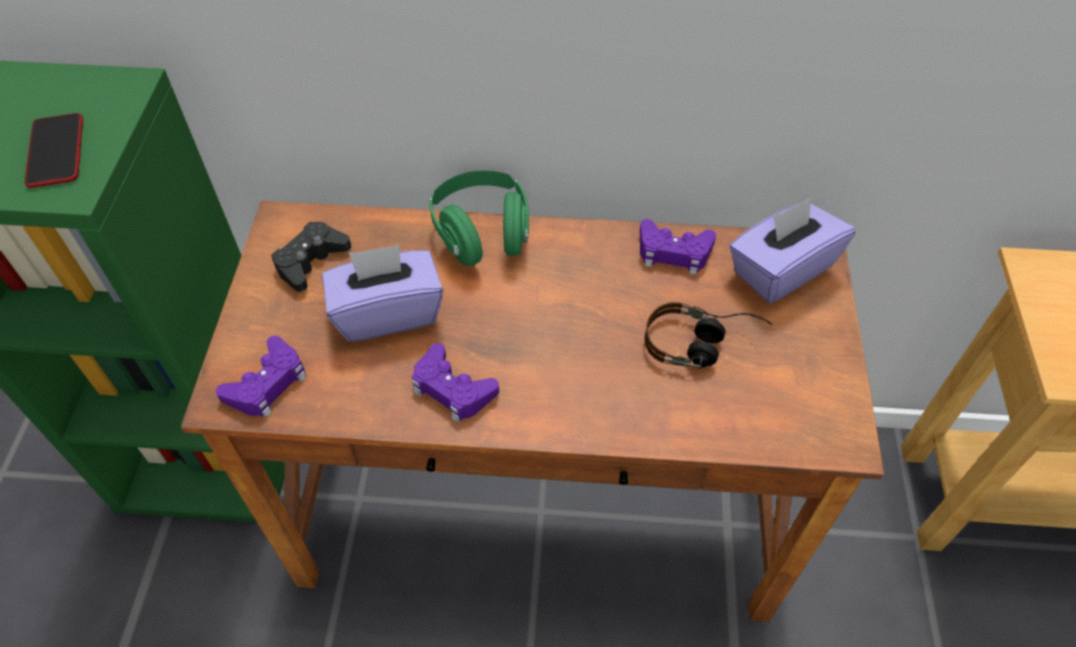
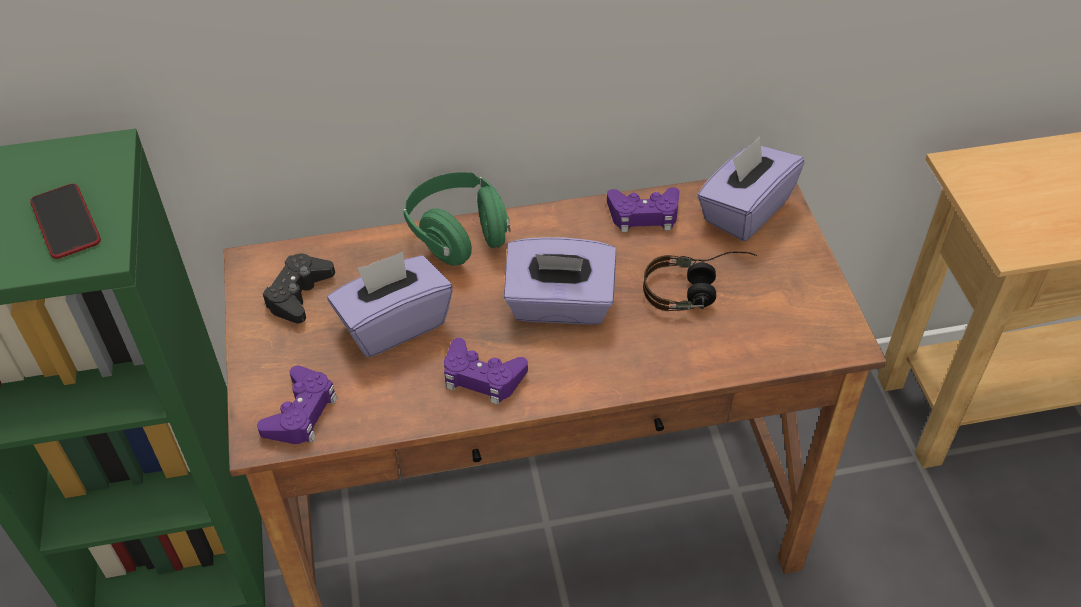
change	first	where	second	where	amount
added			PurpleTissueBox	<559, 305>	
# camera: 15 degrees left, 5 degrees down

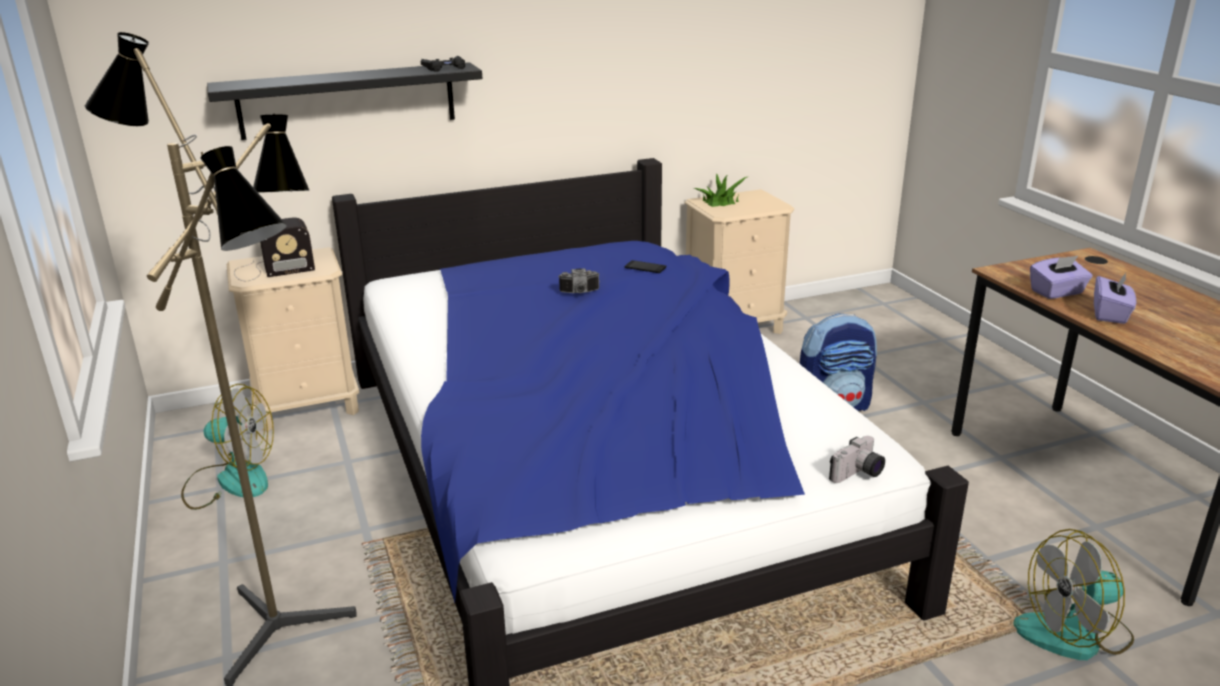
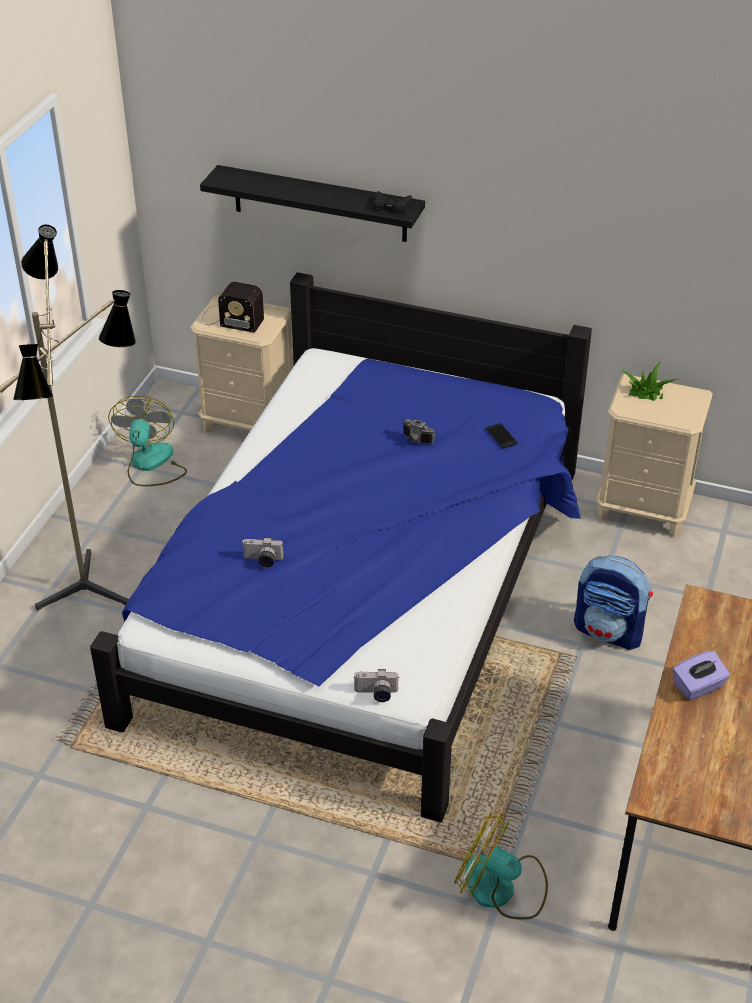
change	first	where	second	where	amount
turned	Fan	<230, 481>		<150, 465>	135 degrees counterclockwise
added			PhotoCamera	<262, 560>	
removed	PurpleTissueBox	<1057, 292>			
# camera: 40 degrees right, 15 degrees up

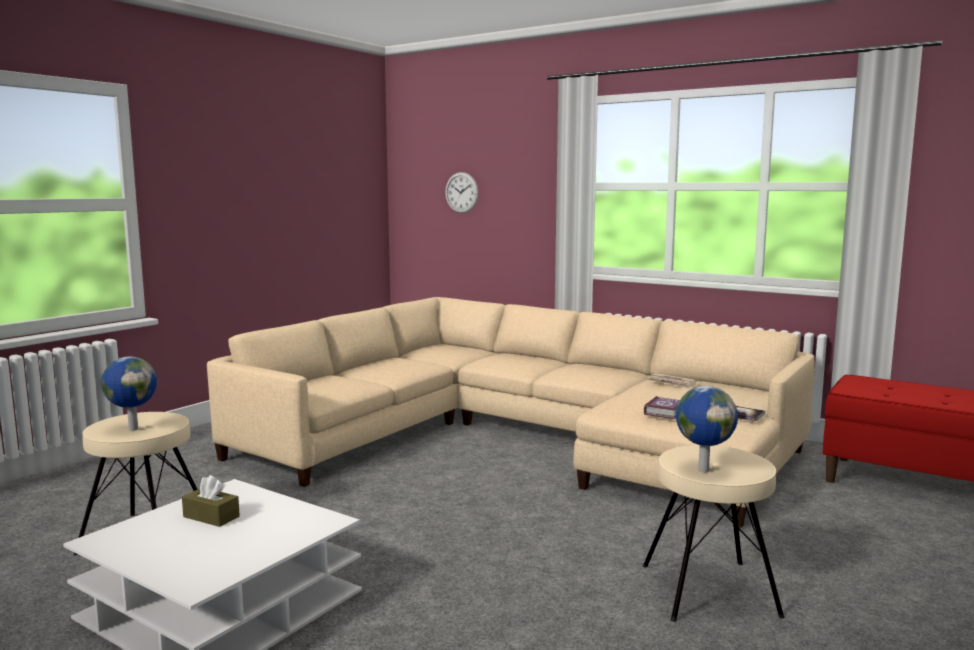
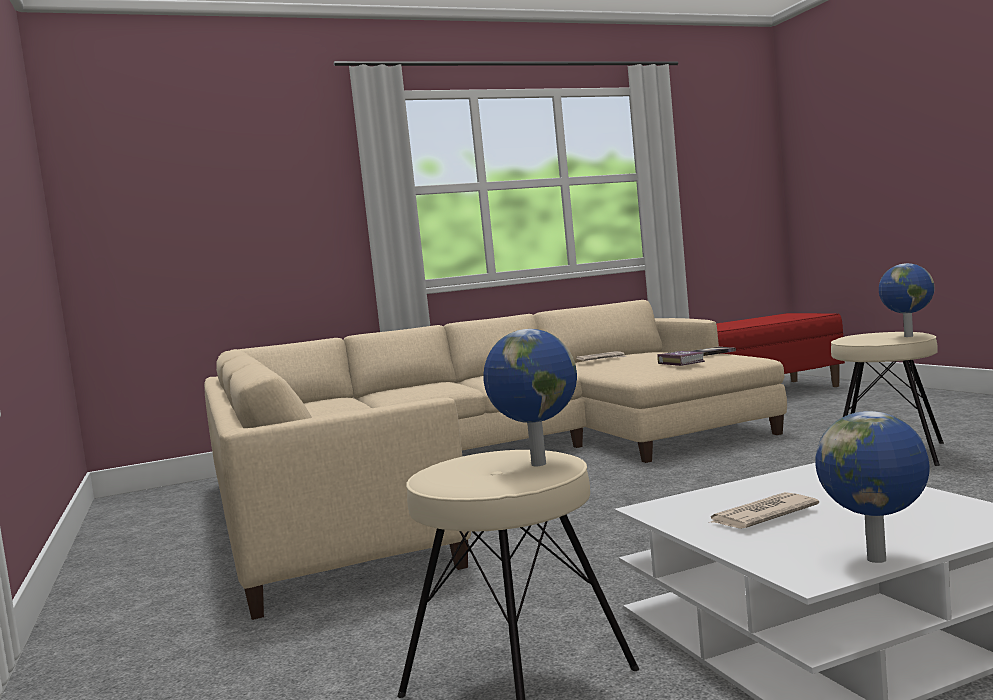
change	first	where	second	where	amount
replaced	BrownTissueBox	<211, 517>	Newspaper	<761, 516>	
added			Globe	<879, 560>	
removed	WallClock	<461, 192>			
# camera: 55 degrees left, 5 degrees down

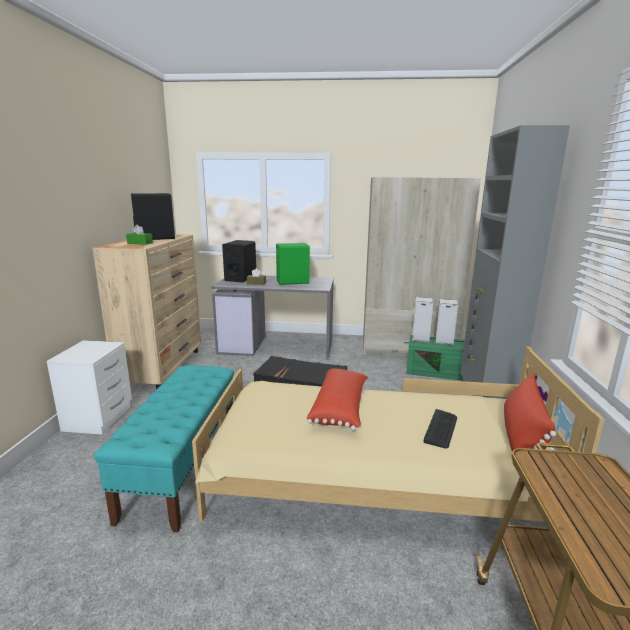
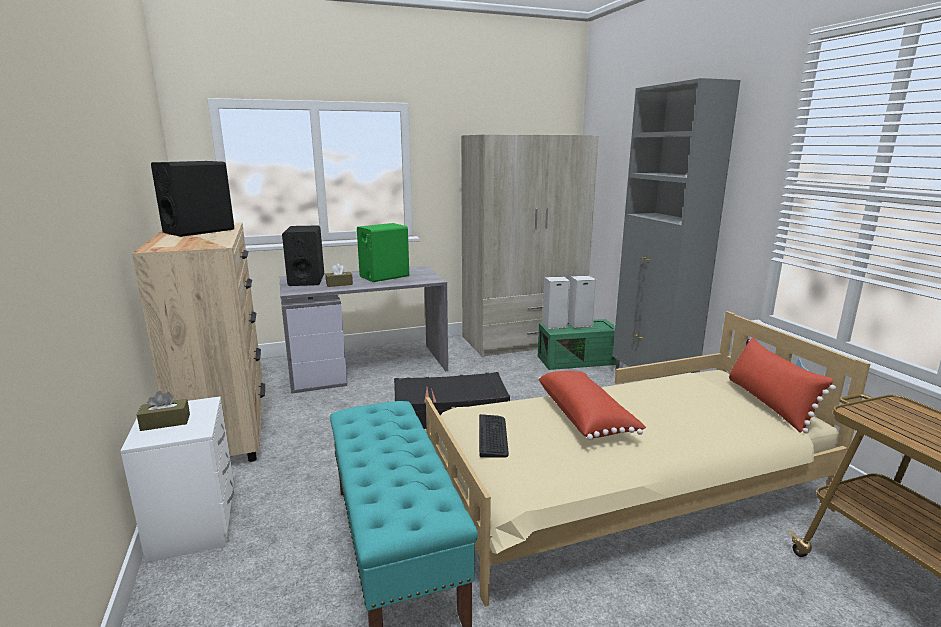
change	first	where	second	where	amount
added			BrownTissueBox	<165, 422>	
moved	Keyboard	<441, 429>		<493, 436>	
removed	GreenTissueBox	<140, 243>			
# camera: 25 degrees left, 0 degrees up

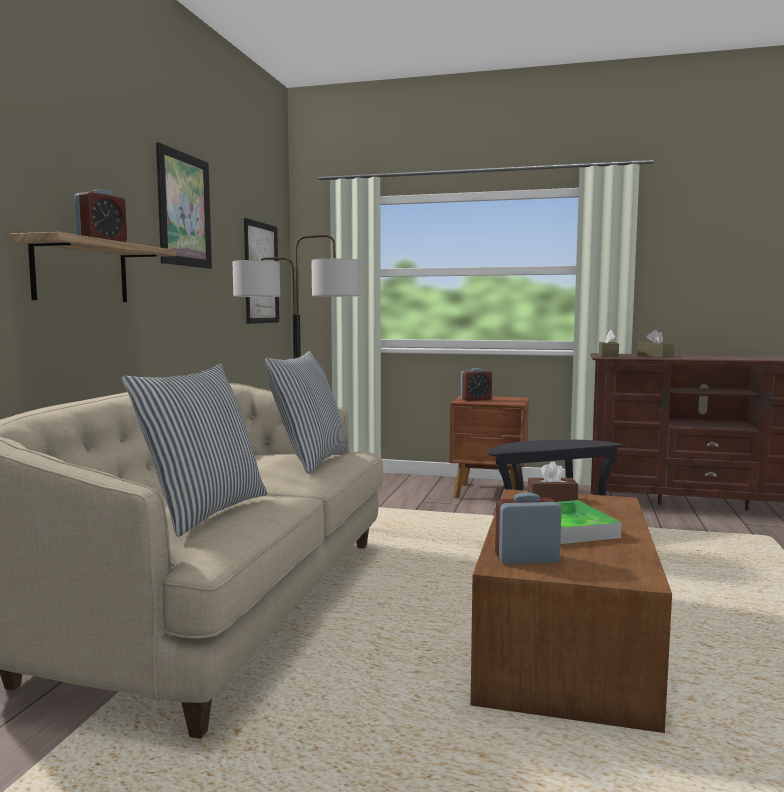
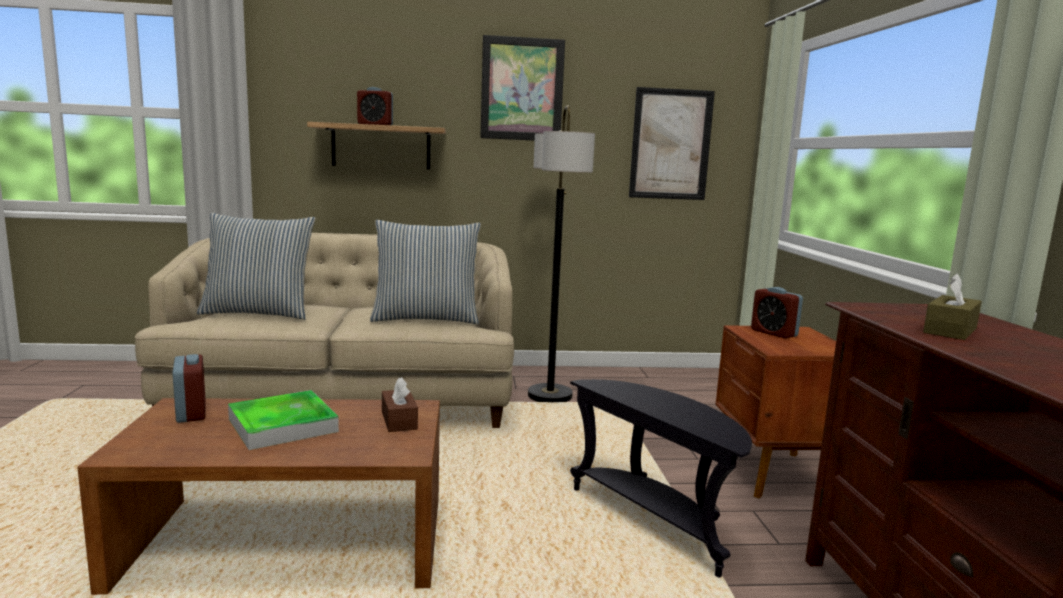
change	first	where	second	where	amount
removed	BrownTissueBox	<608, 356>			
# camera: 70 degrees right, 5 degrees up

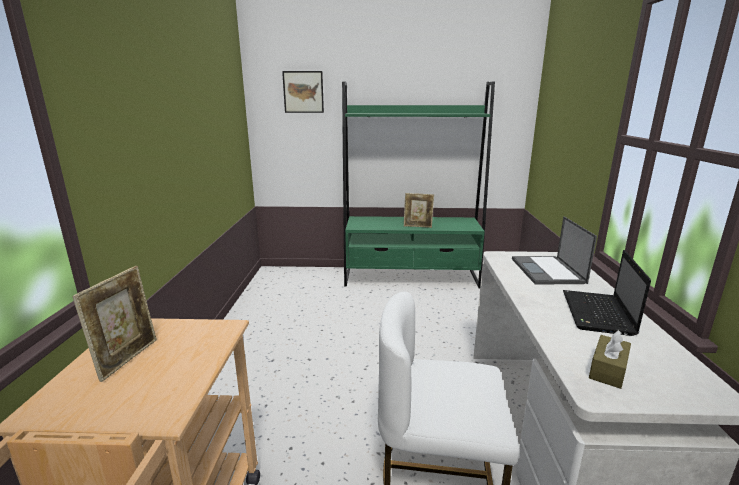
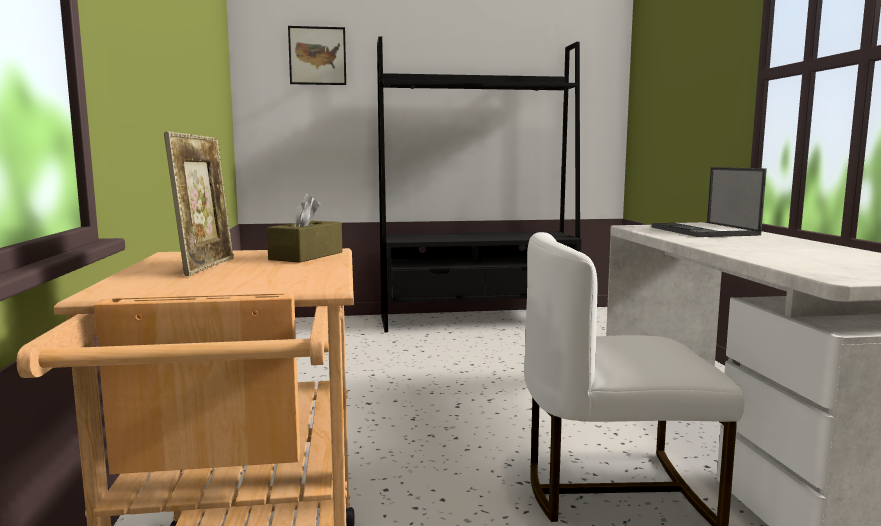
change	first	where	second	where	amount
moved	BrownTissueBox	<608, 370>		<306, 256>	
recoloured	GreenBookcase	<411, 278>	BlackBookcase	<479, 320>	
removed	PictureFrame	<418, 226>			
removed	Laptop	<598, 314>			
# camera: 10 degrees left, 10 degrees down

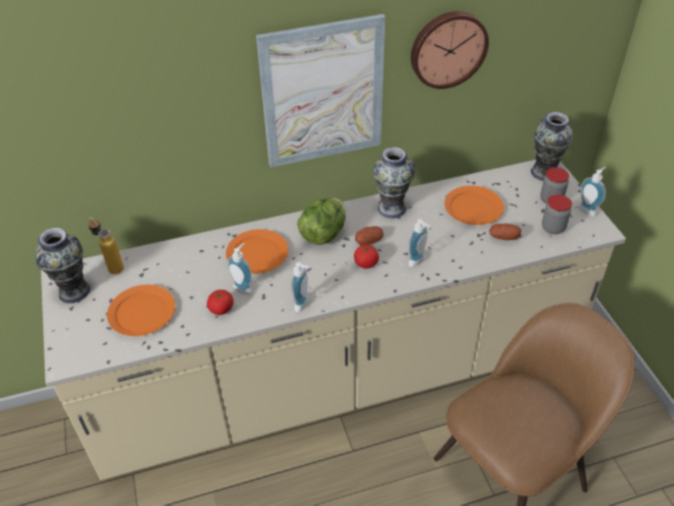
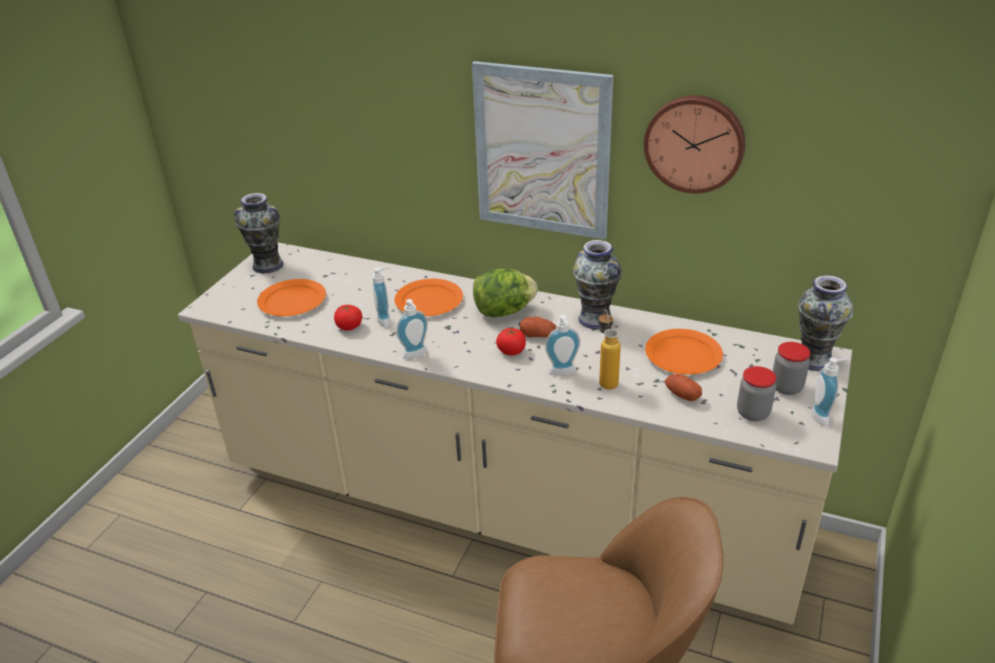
change	first	where	second	where	amount
moved	Bottle	<112, 266>		<606, 379>	
# camera: 40 degrees right, 10 degrees down

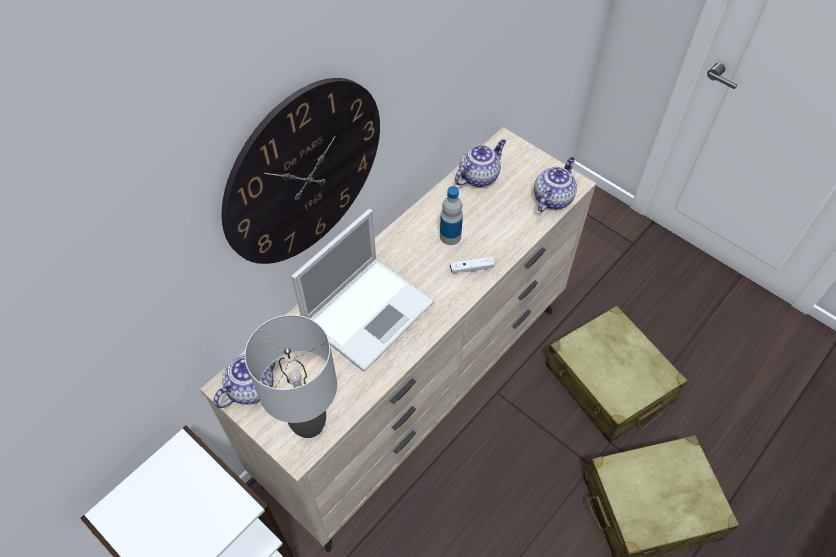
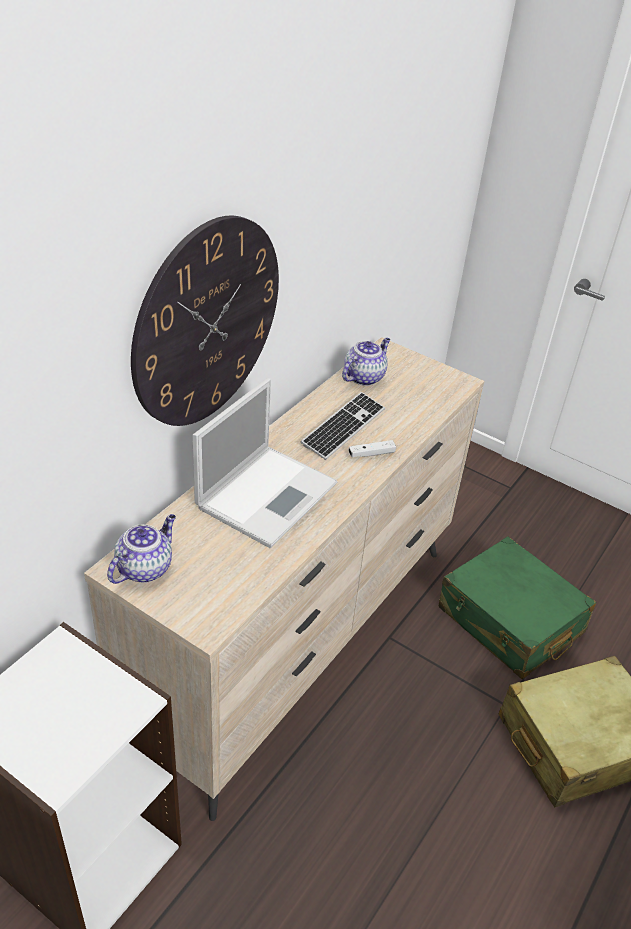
change	first	where	second	where	amount
replaced	Bottle	<450, 236>	Keyboard	<343, 427>	
recoloured	BeigeSuitcase	<609, 383>	GreenSuitcase	<510, 621>	
removed	GreyTableLamp	<308, 425>			
removed	Teapot	<552, 198>			
# camera: 10 degrees left, 15 degrees down

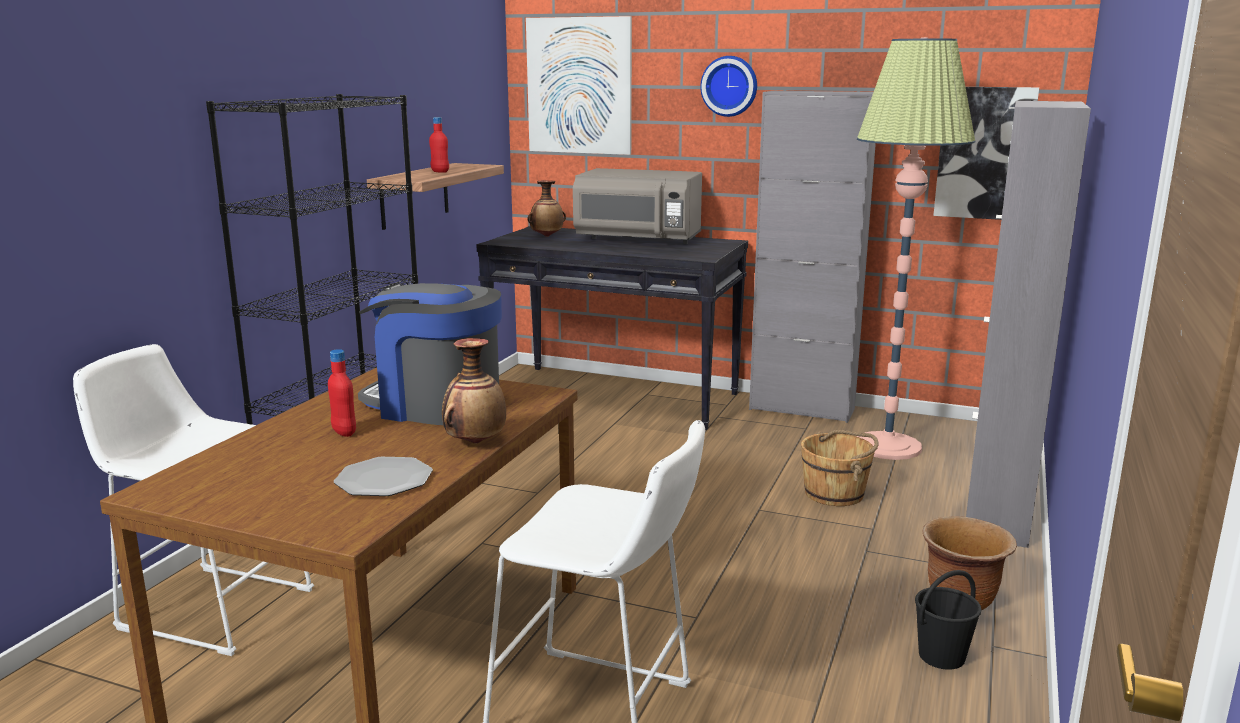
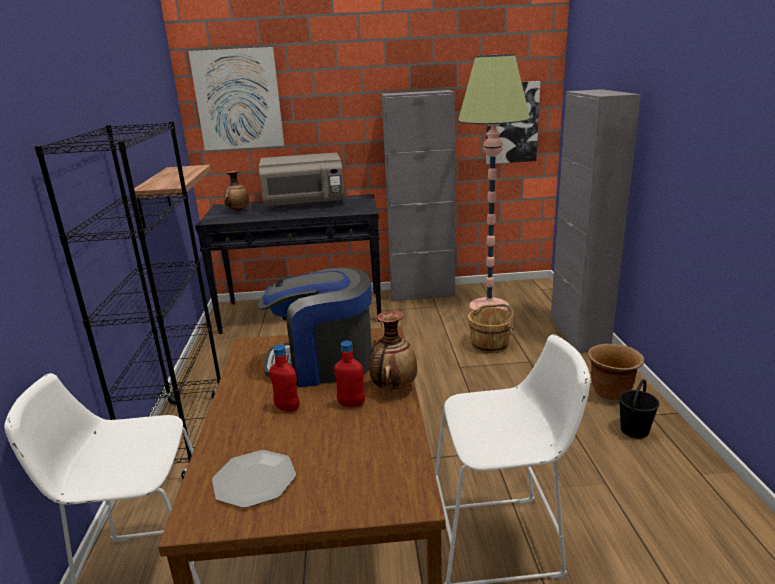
change	first	where	second	where	amount
moved	Plate	<384, 480>		<254, 480>	
moved	RedBottle	<440, 171>		<351, 404>	
removed	WallClock	<730, 86>			
# camera: 25 degrees left, 5 degrees up

